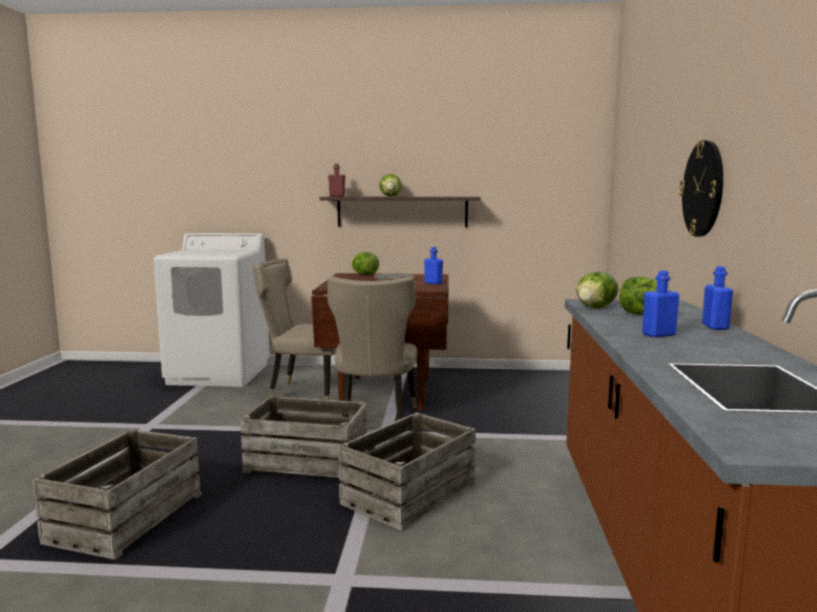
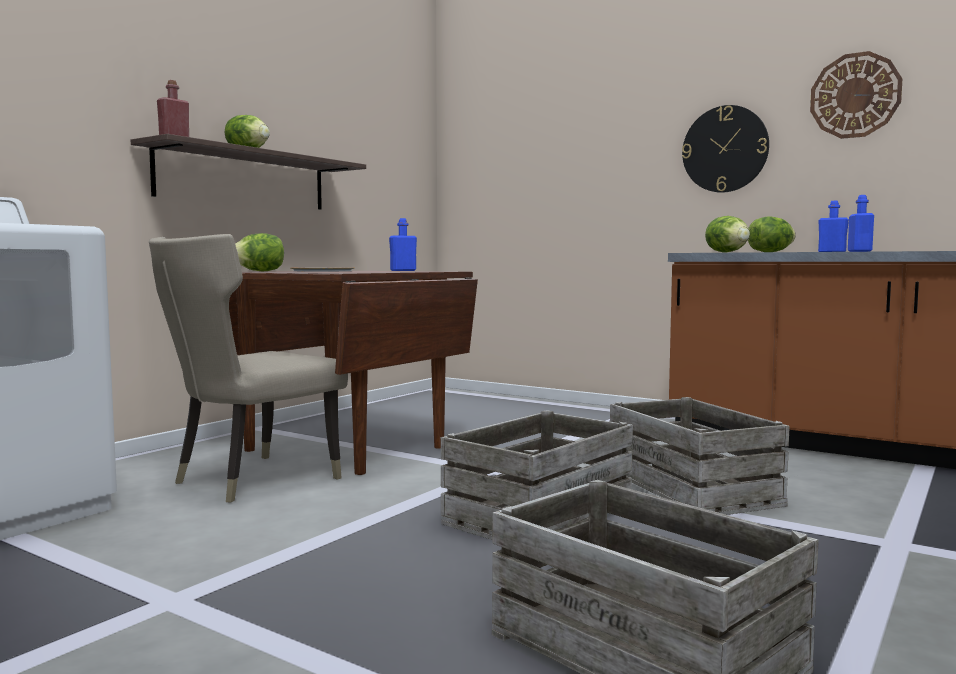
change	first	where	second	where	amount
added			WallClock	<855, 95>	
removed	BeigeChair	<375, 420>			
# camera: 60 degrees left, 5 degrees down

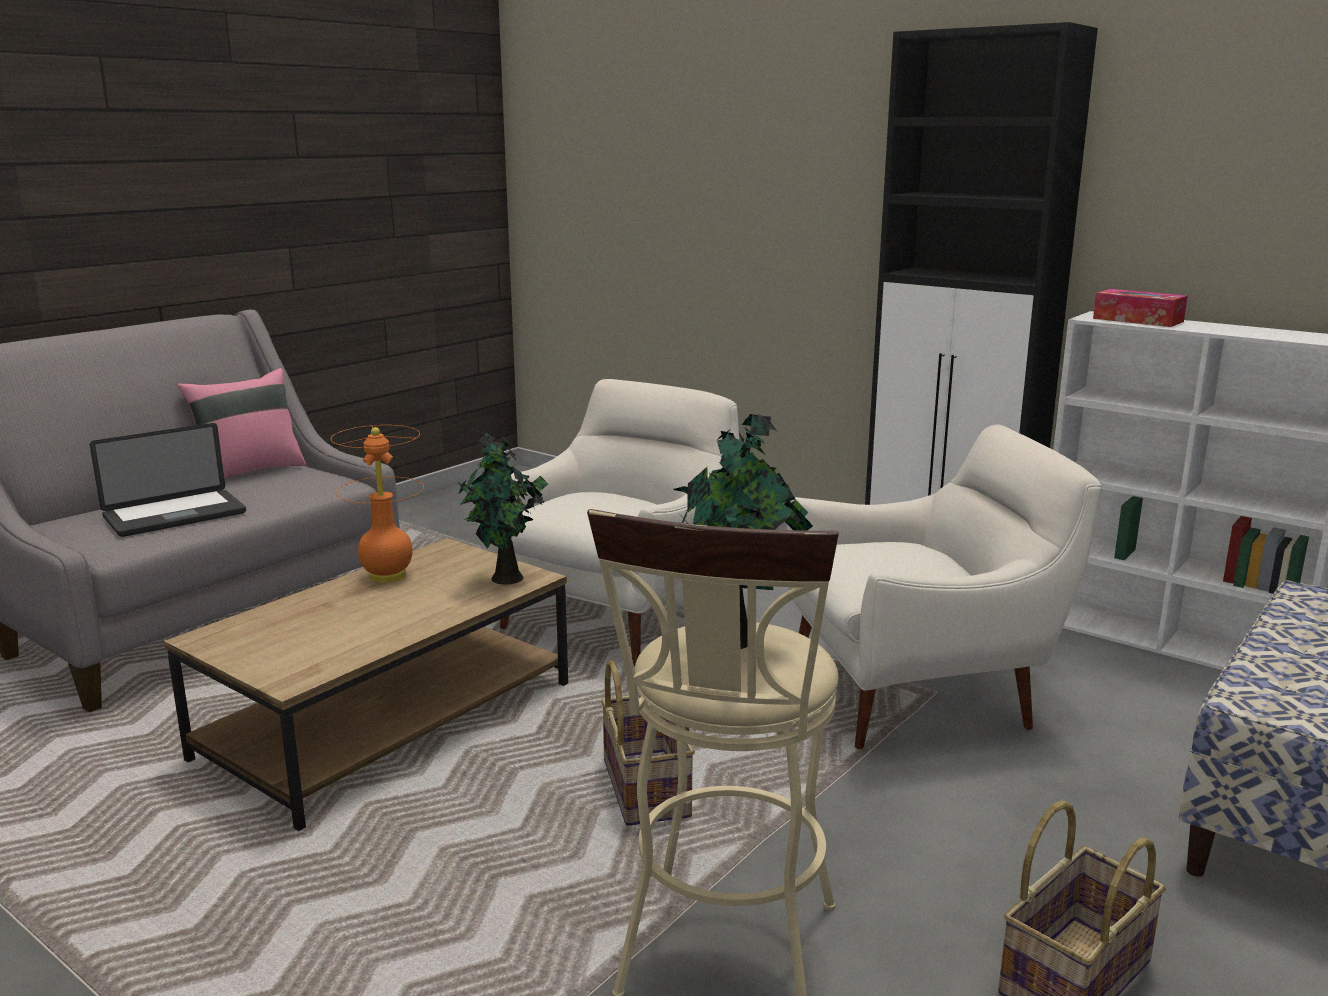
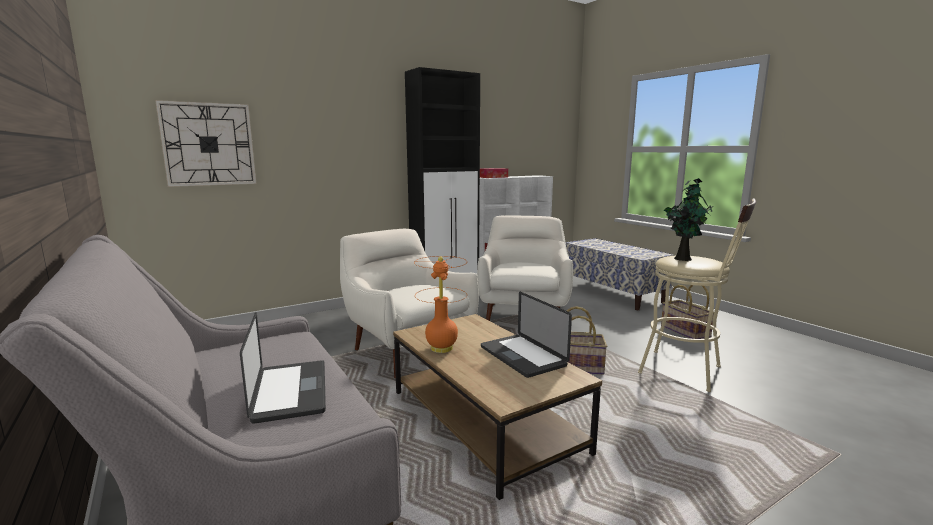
change	first	where	second	where	amount
added			WallClock	<208, 144>	
added			Laptop	<522, 356>	
removed	PinkPillow	<249, 472>			
removed	PottedPlant	<506, 579>			
# camera: 70 degrees left, 5 degrees down

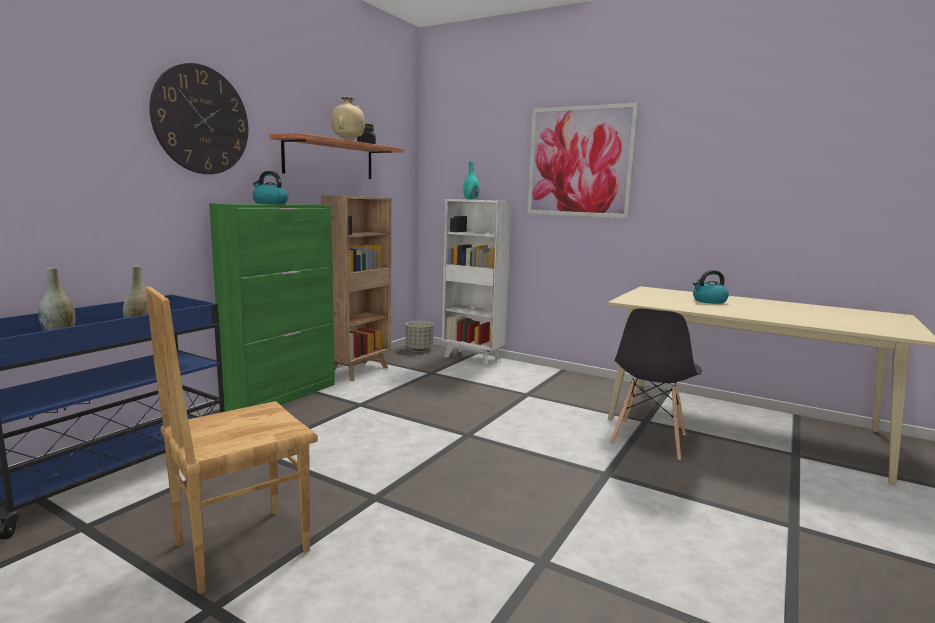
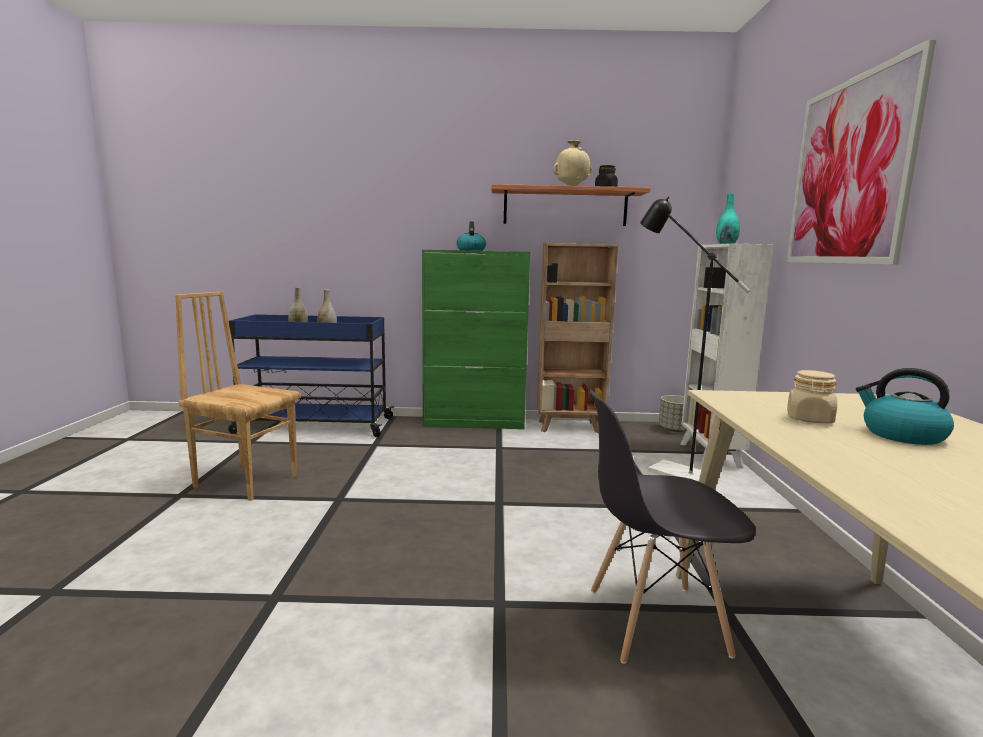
change	first	where	second	where	amount
added			BlackFloorLamp	<668, 471>	
added			BeigeJar	<809, 419>	
removed	WallClock	<201, 120>			
# camera: 60 degrees right, 0 degrees up

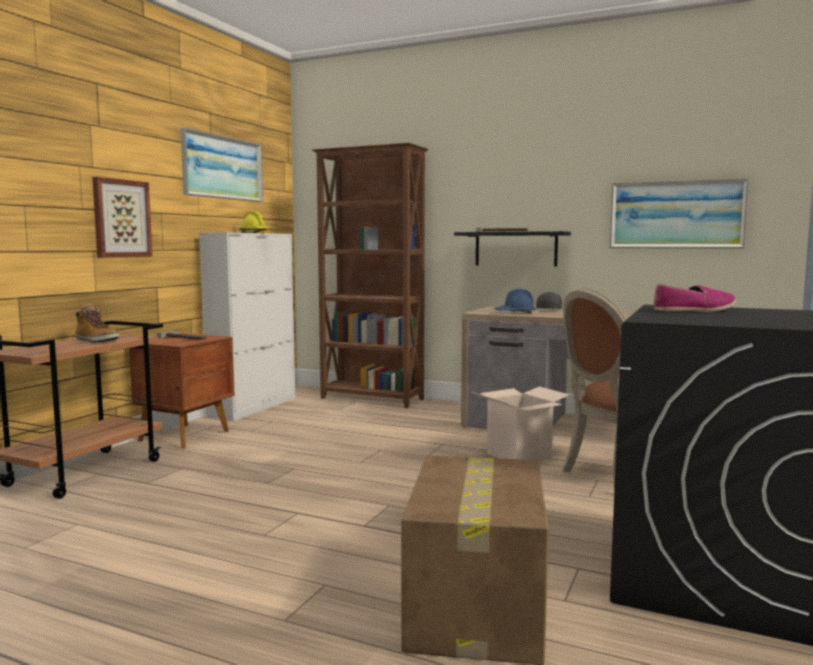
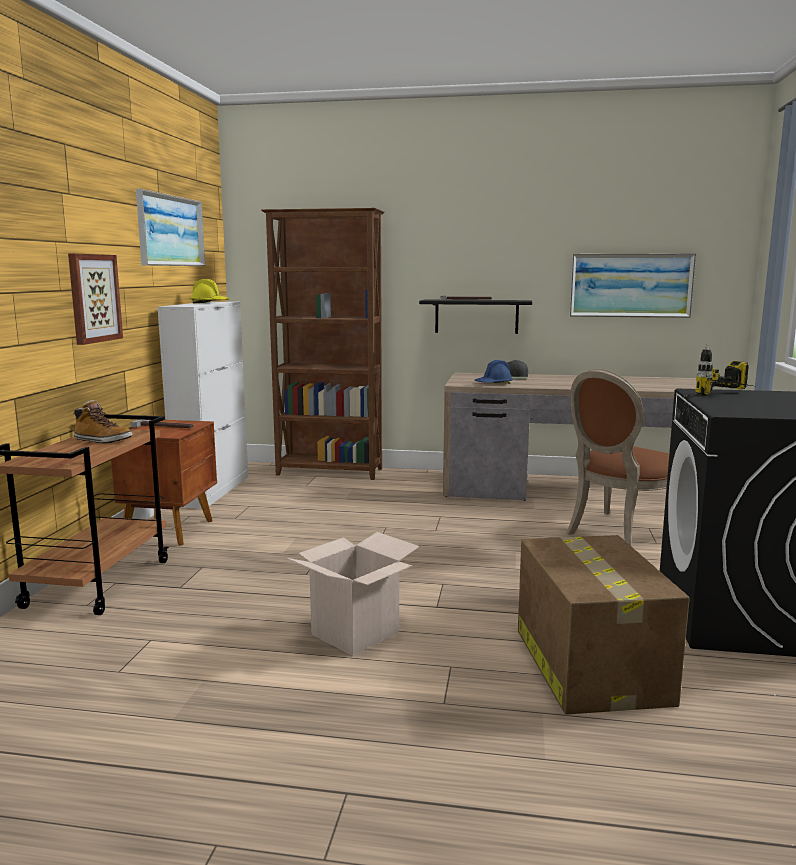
change	first	where	second	where	amount
moved	CardboardBox	<519, 455>		<355, 633>	
replaced	Shoe	<694, 310>	PowerDrill	<733, 396>	
# camera: 15 degrees left, 5 degrees up

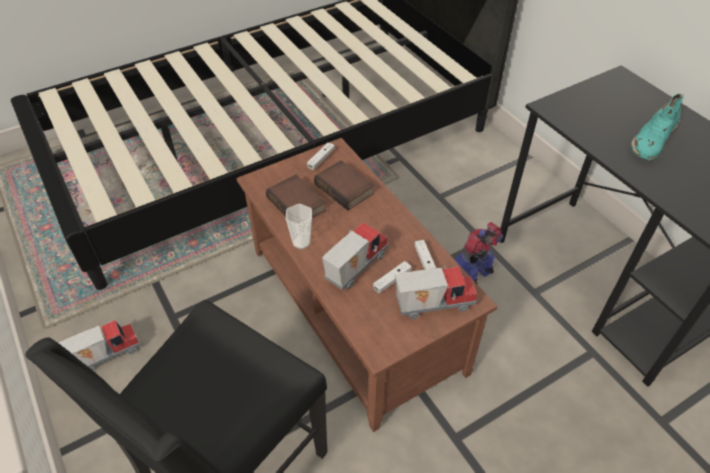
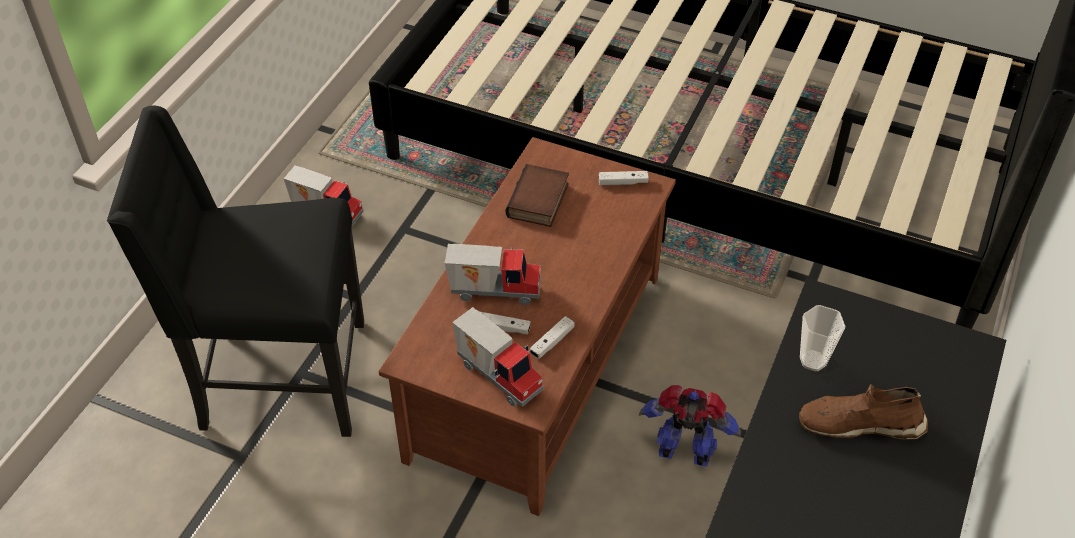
change	first	where	second	where	amount
recoloured	TurquoiseShoe	<652, 140>	BrownShoe	<859, 423>	
moved	Cup	<301, 242>		<813, 360>	
removed	Book	<346, 189>			
# camera: 55 degrees right, 0 degrees up

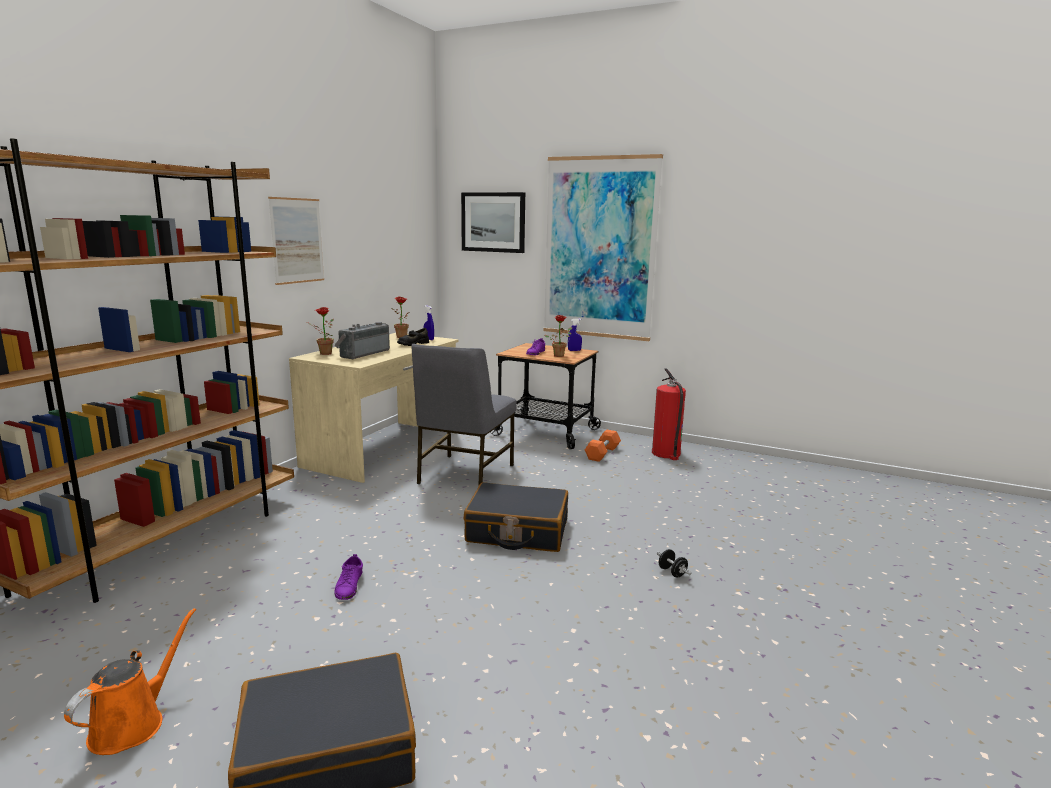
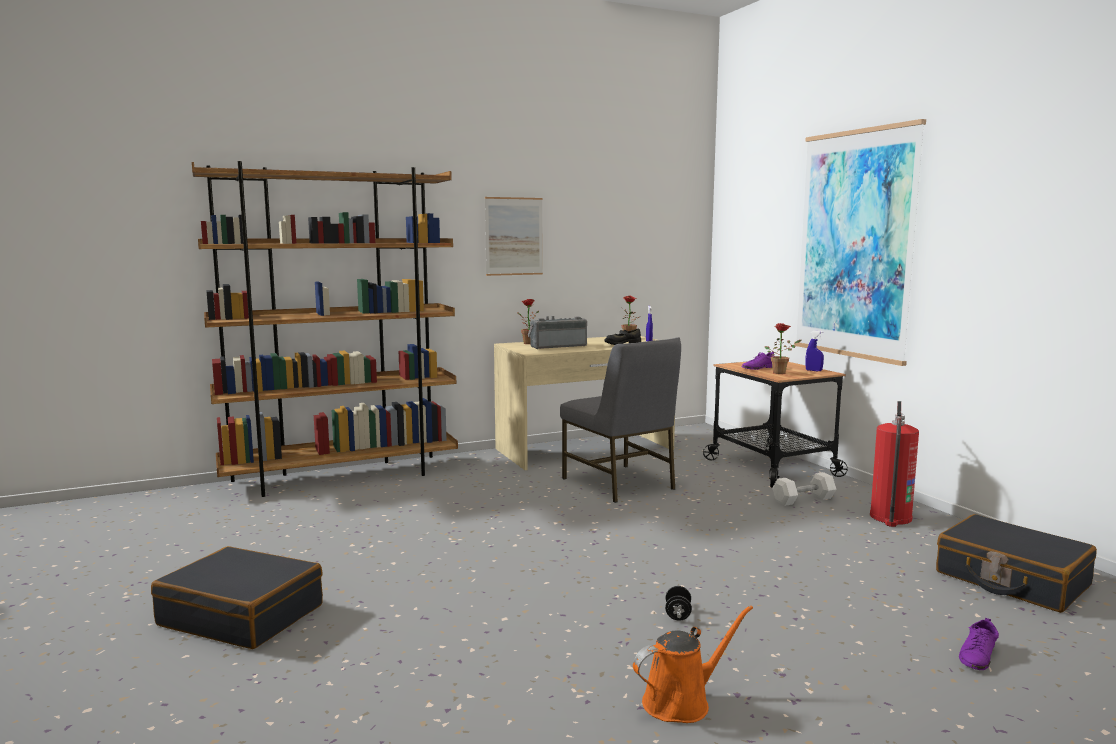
change	first	where	second	where	amount
turned	GreyChair	<464, 474>		<620, 484>	90 degrees counterclockwise
moved	OrangeWateringCan	<133, 724>		<681, 701>	
recoloured	OrangeDumbbell	<602, 453>	WhiteDumbbell	<803, 499>	
moved	BlackSuitcase	<517, 531>		<1011, 579>	
moved	PurpleShoe	<349, 586>		<978, 655>	
removed	Picture	<493, 222>			
# camera: 40 degrees right, 5 degrees down

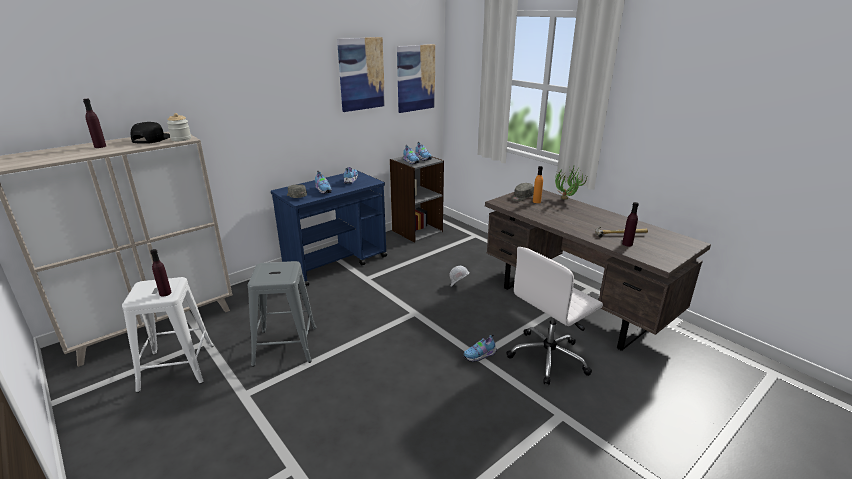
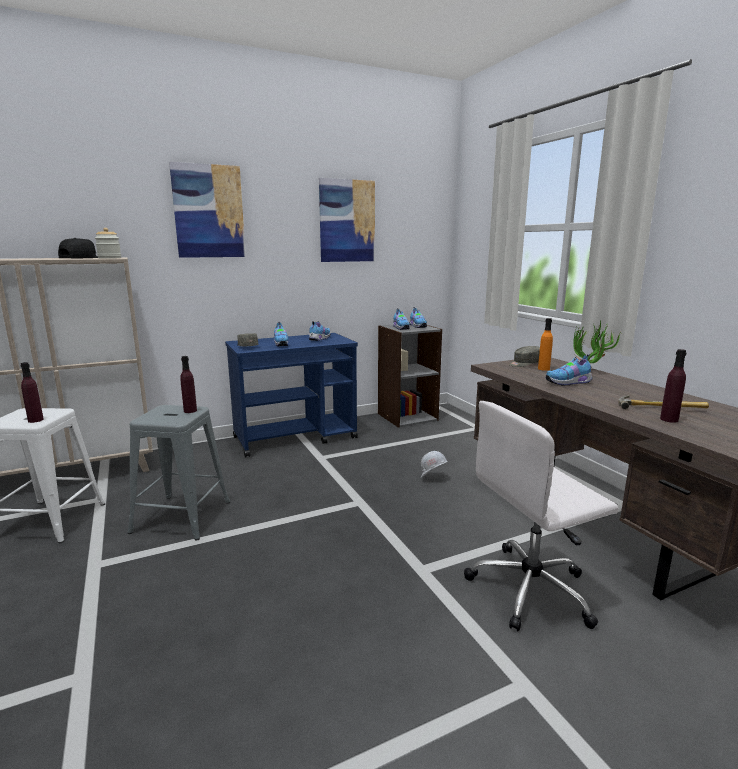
change	first	where	second	where	amount
moved	Picture	<416, 78>		<209, 211>	
moved	PurpleBottle	<100, 146>		<190, 411>	
moved	Shoe	<480, 356>		<569, 383>	
# camera: 15 degrees right, 10 degrees down

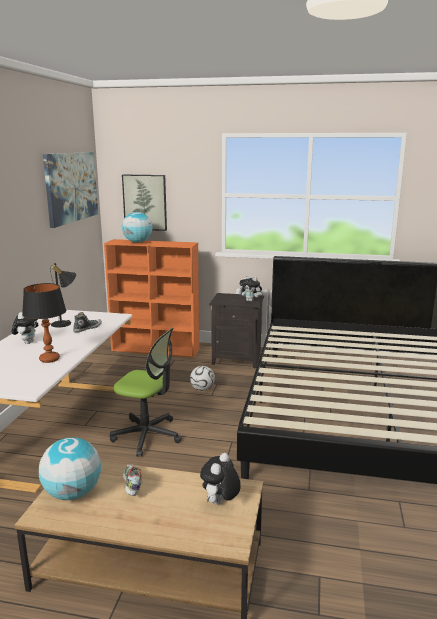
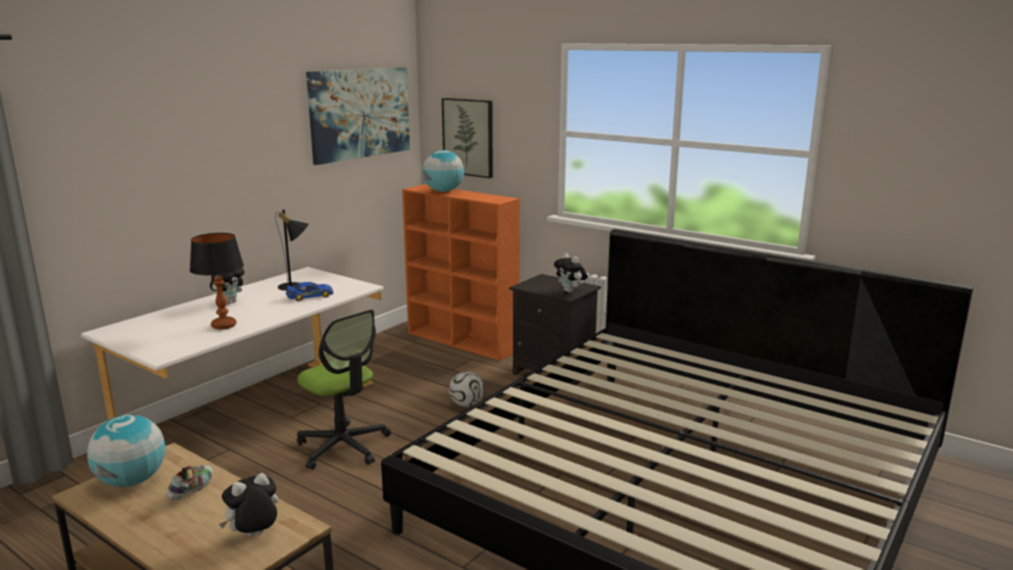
change	first	where	second	where	amount
replaced	Shoe	<87, 328>	ToyCar	<310, 296>	
# camera: 25 degrees right, 0 degrees up

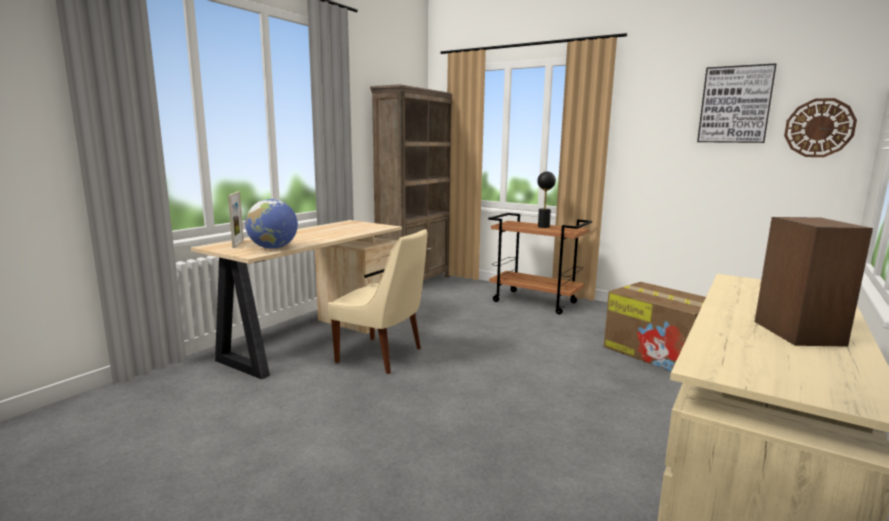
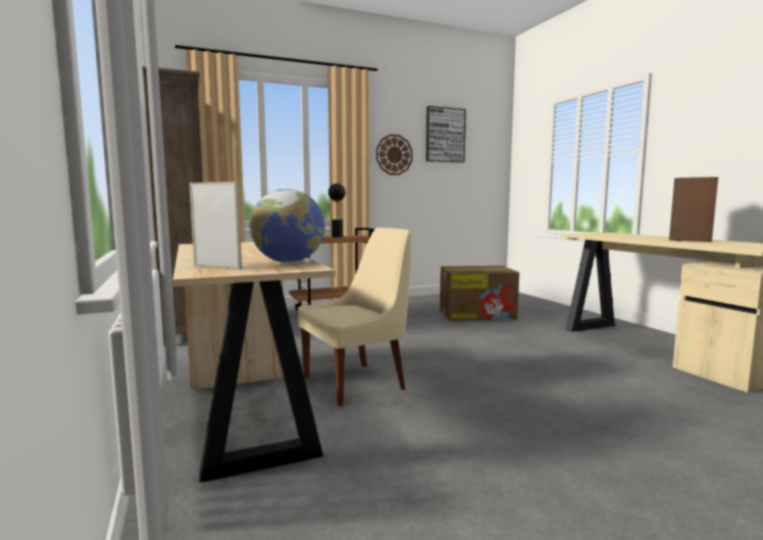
change	first	where	second	where	amount
moved	WallClock	<819, 128>		<394, 155>	
# camera: 55 degrees left, 5 degrees down

